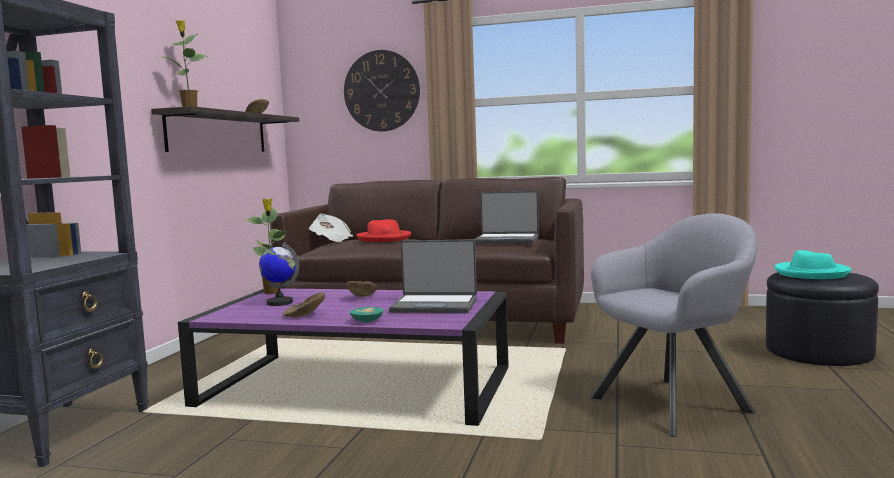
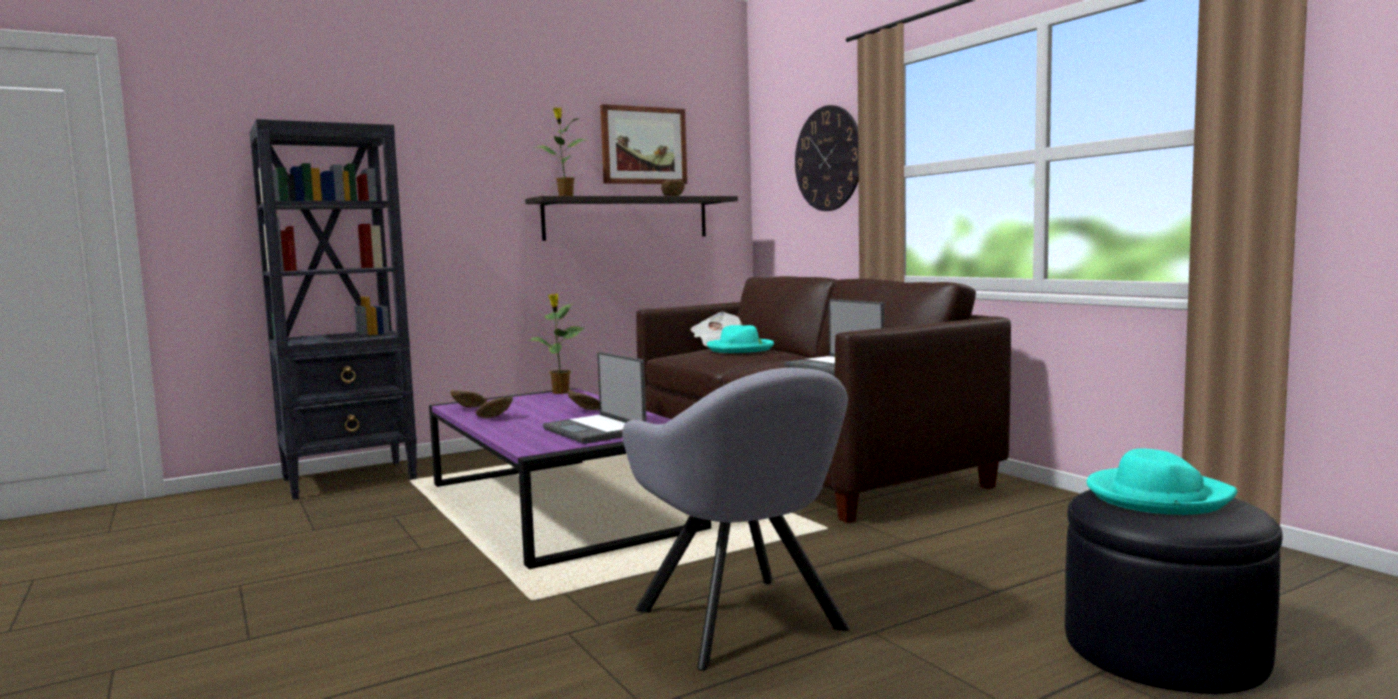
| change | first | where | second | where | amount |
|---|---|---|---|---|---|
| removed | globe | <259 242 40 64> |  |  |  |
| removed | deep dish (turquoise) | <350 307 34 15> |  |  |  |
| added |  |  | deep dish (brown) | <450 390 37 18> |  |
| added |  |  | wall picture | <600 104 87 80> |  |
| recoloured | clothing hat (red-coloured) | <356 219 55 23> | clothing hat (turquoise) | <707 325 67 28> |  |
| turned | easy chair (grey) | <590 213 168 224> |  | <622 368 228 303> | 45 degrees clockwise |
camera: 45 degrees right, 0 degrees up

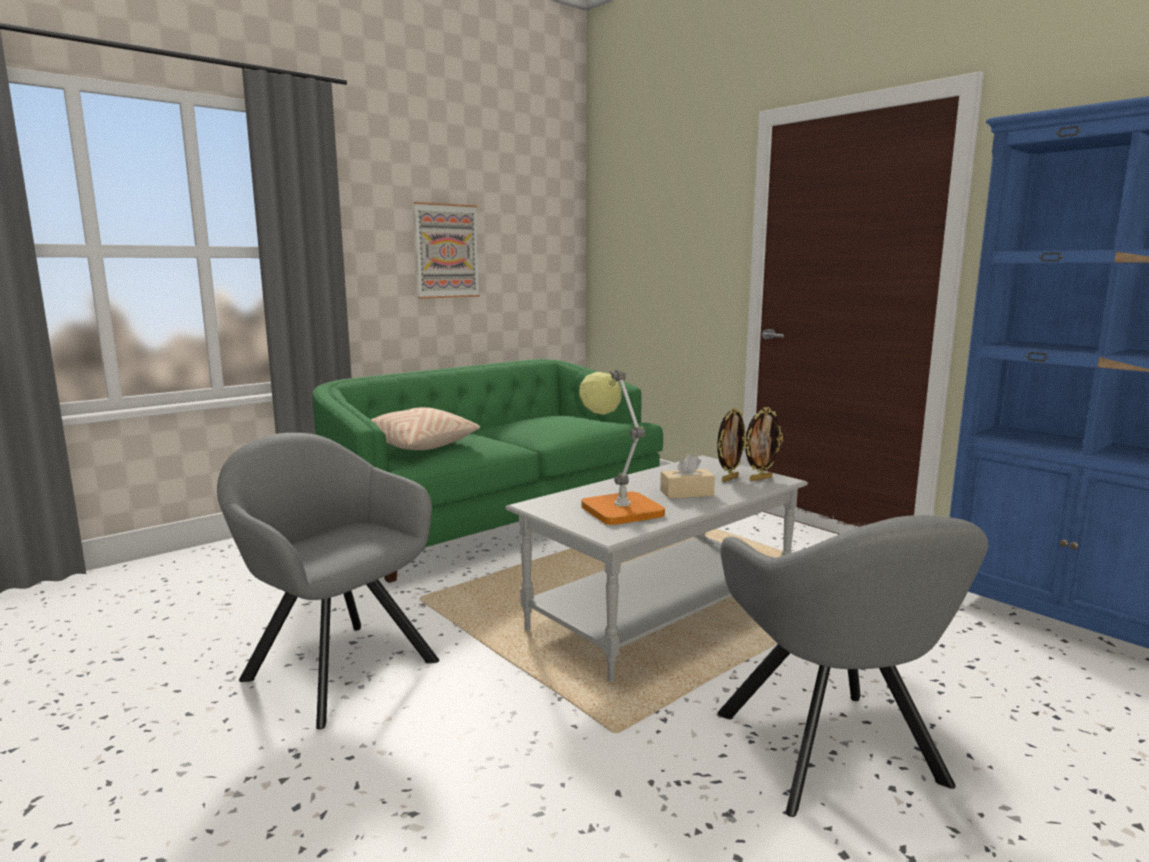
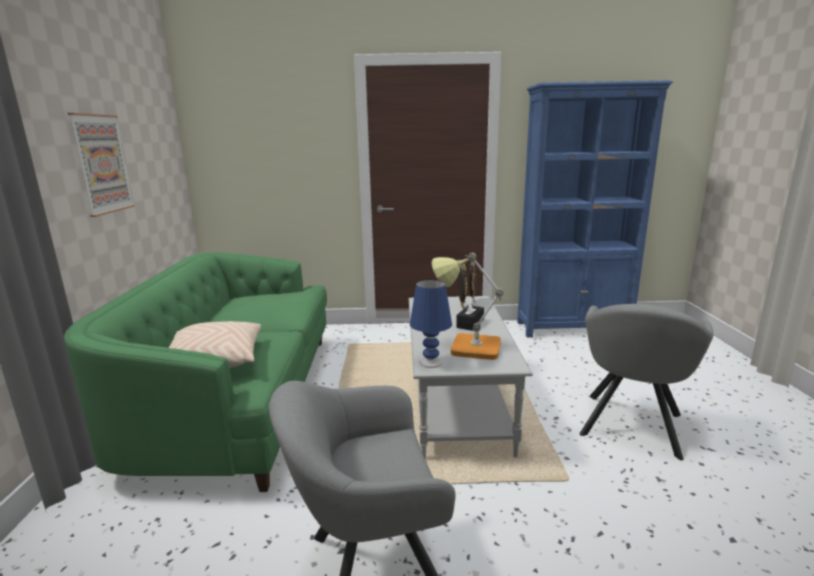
| change | first | where | second | where | amount |
|---|---|---|---|---|---|
| added |  |  | lamp for a table (blue-coloured) | <410 280 42 88> |  |
| recoloured | box of tissues (sand-coloured) | <660 454 55 45> | box of tissues (blackish) | <456 298 28 33> |  |
| turned | easy chair (grey) | <718 515 270 302> |  | <579 304 134 156> | 90 degrees clockwise |
camera: 50 degrees left, 5 degrees up

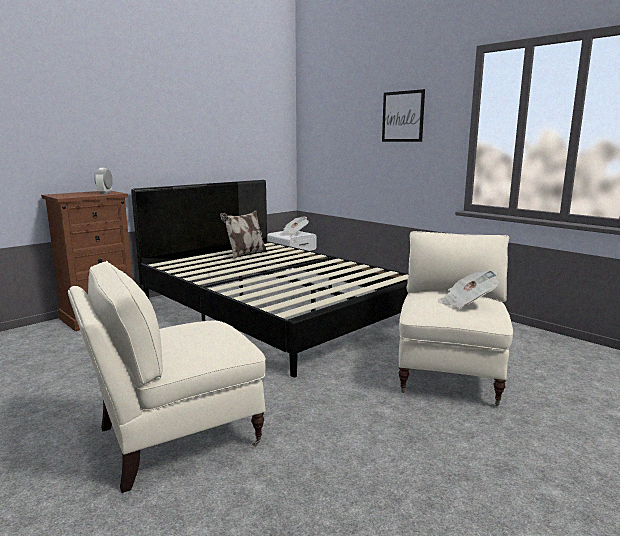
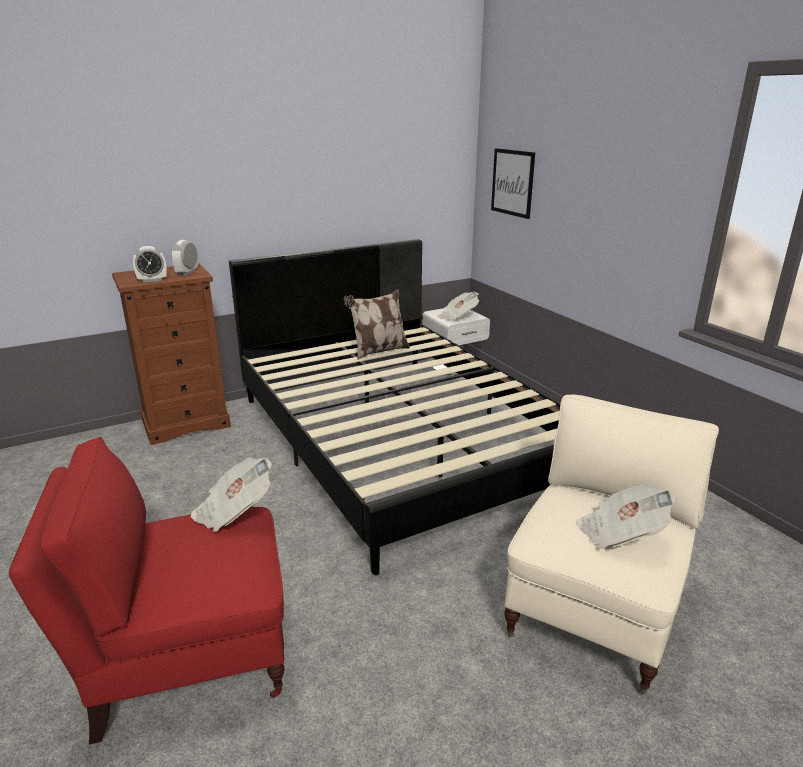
| change | first | where | second | where | amount |
|---|---|---|---|---|---|
| added |  |  | bedside clock | <133 246 34 36> |  |
| added |  |  | printed paper | <191 457 81 75> |  |
| moved | wall picture | <382 89 43 53> |  | <491 148 44 71> |  |
| recoloured | easy chair (sand-coloured) | <68 261 198 232> | easy chair (red-coloured) | <9 437 276 308> |  |
camera: 15 degrees right, 10 degrees up

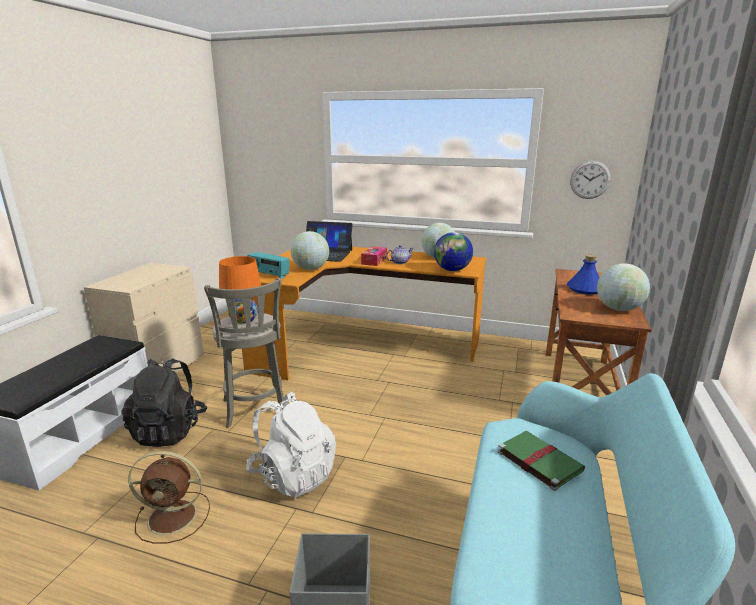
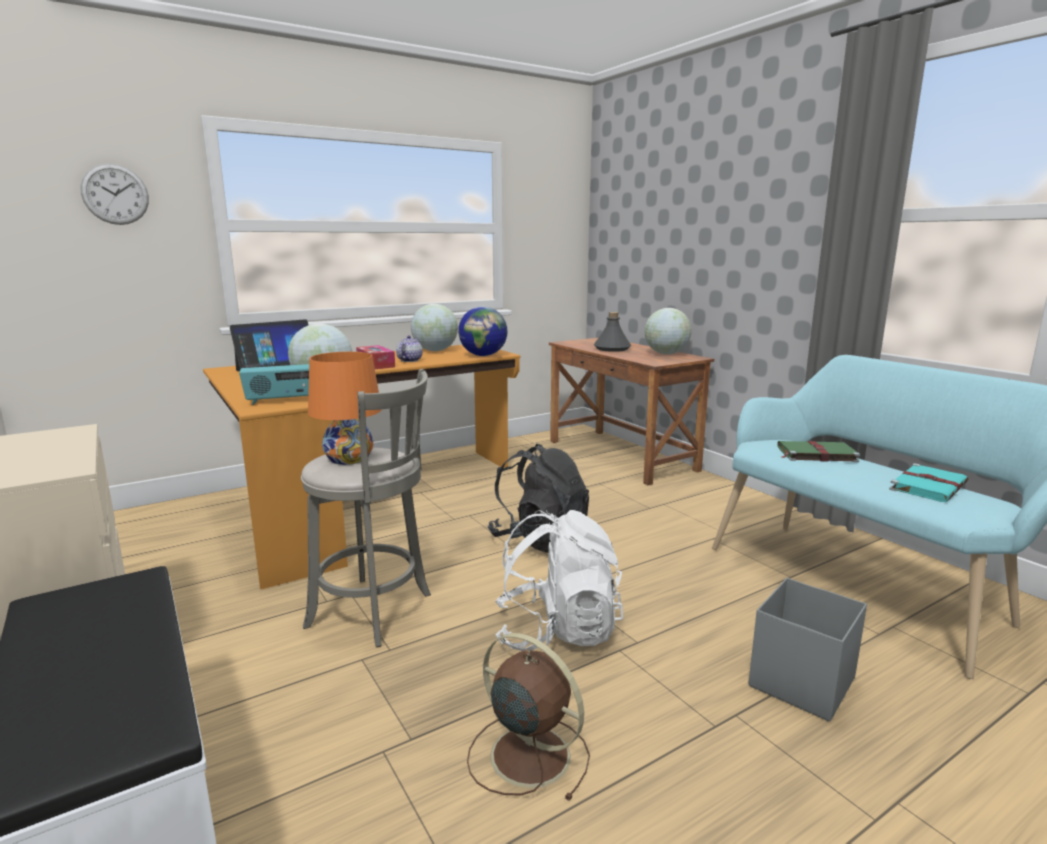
| change | first | where | second | where | amount |
|---|---|---|---|---|---|
| added |  |  | book (turquoise) | <889 463 79 39> |  |
| moved | knapsack (blackish) | <121 358 86 89> |  | <488 444 101 109> |  |
| moved | wall clock | <570 161 41 38> |  | <80 163 69 62> |  |
| recoloured | bottle (blue-coloured) | <567 255 32 40> | bottle (grey) | <594 312 37 40> |  |
| turned | electric fan (brown) | <128 451 82 93> |  | <467 633 123 168> | 90 degrees counterclockwise |
camera: 50 degrees left, 5 degrees down

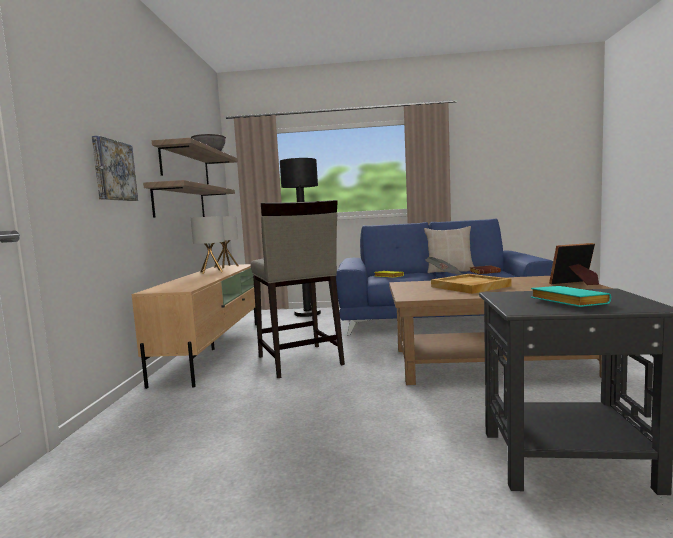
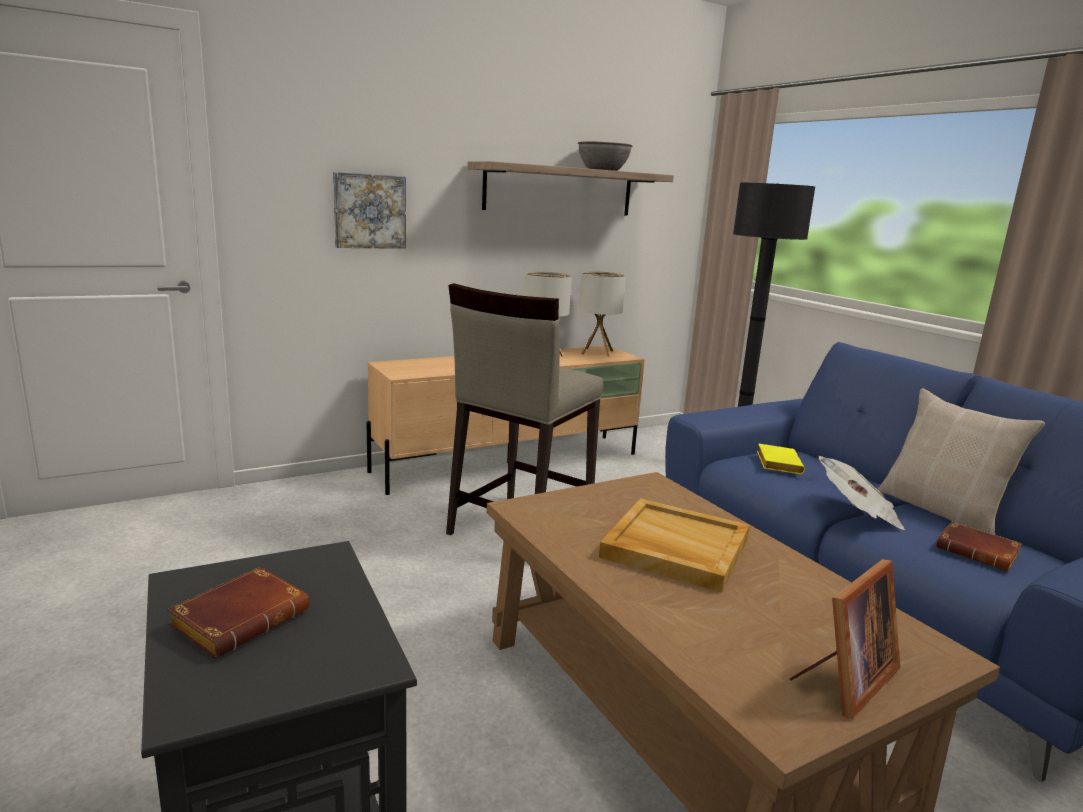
| change | first | where | second | where | amount |
|---|---|---|---|---|---|
| removed | bracket shelf | <143 180 92 38> |  |  |  |
| recoloured | book (turquoise) | <531 286 80 21> | book (brown) | <167 567 142 91> |  |
| turned | picture frame | <549 243 50 42> |  | <790 559 110 160> | 90 degrees clockwise |
camera: 55 degrees right, 10 degrees up

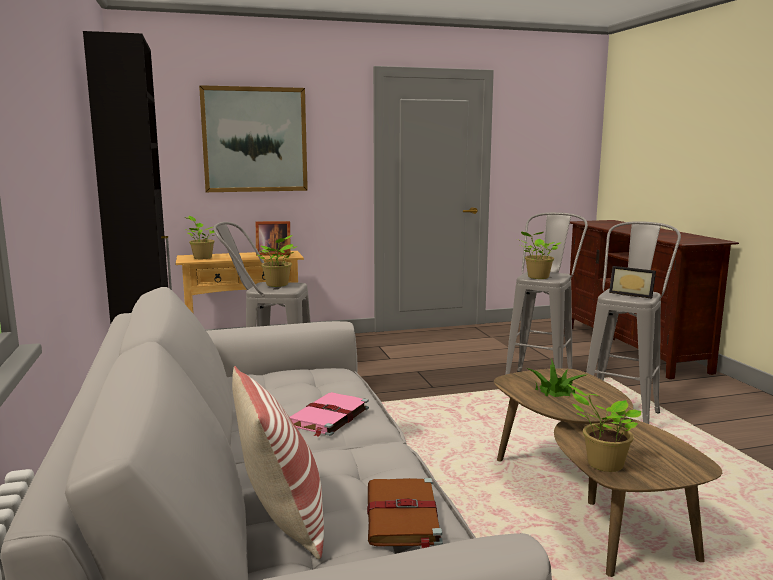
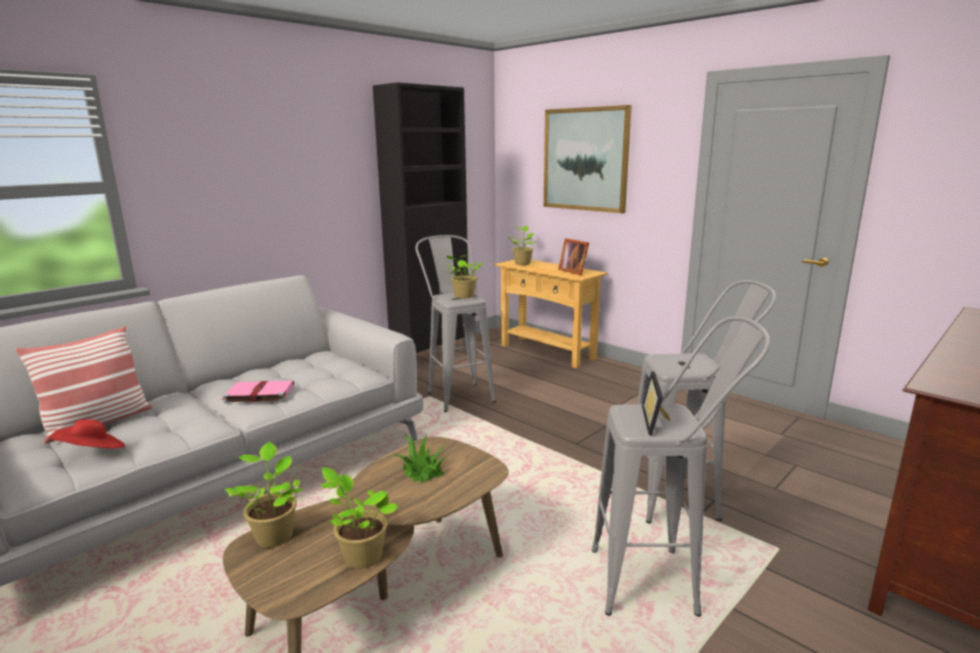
| change | first | where | second | where | amount |
|---|---|---|---|---|---|
| moved | houseplant | <517 231 44 48> |  | <321 467 78 102> |  |
| replaced | book (brown) | <367 478 76 70> | clothing hat (red-coloured) | <49 420 77 29> |  |
camera: 60 degrees right, 5 degrees up

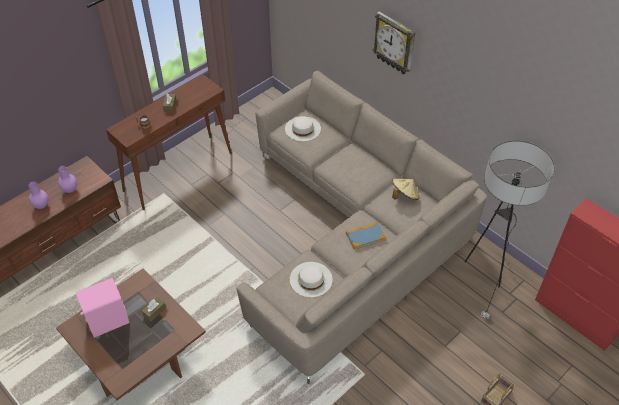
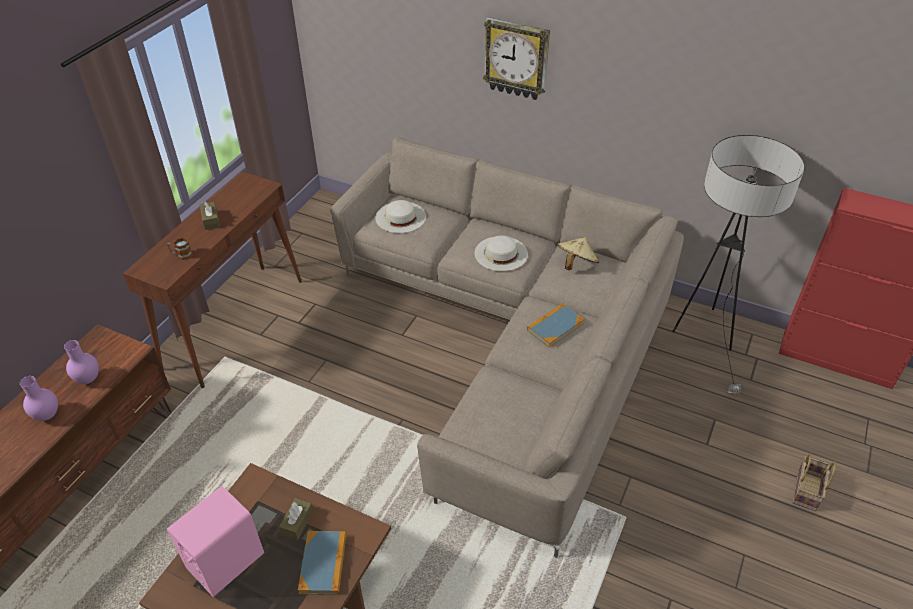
| change | first | where | second | where | amount |
|---|---|---|---|---|---|
| added |  |  | book | <298 531 49 64> |  |
| moved | clothing hat (white-coloured) | <290 262 43 35> |  | <475 235 53 36> |  |
camera: 20 degrees left, 5 degrees down

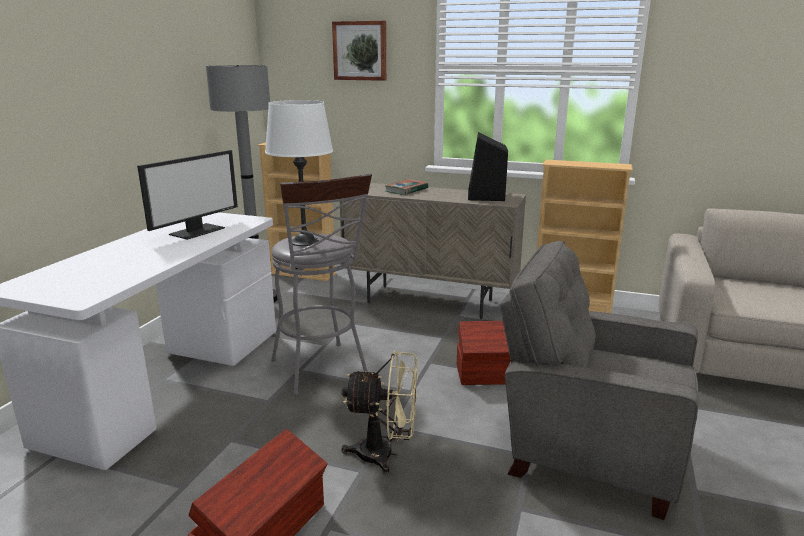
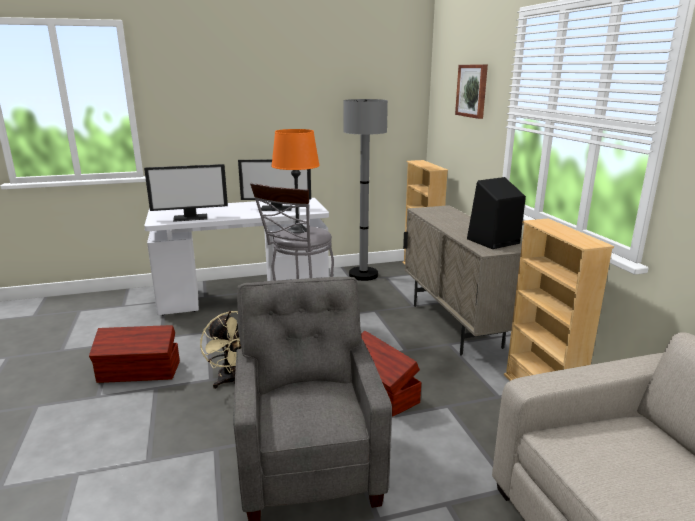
| change | first | where | second | where | amount |
|---|---|---|---|---|---|
| removed | book | <385 179 43 16> |  |  |  |
| added |  |  | monitor | <144 164 84 58> |  |
| recoloured | lamp for a table (white-coloured) | <265 100 68 146> | lamp for a table (orange) | <271 129 49 104> |  |
camera: 55 degrees right, 0 degrees up

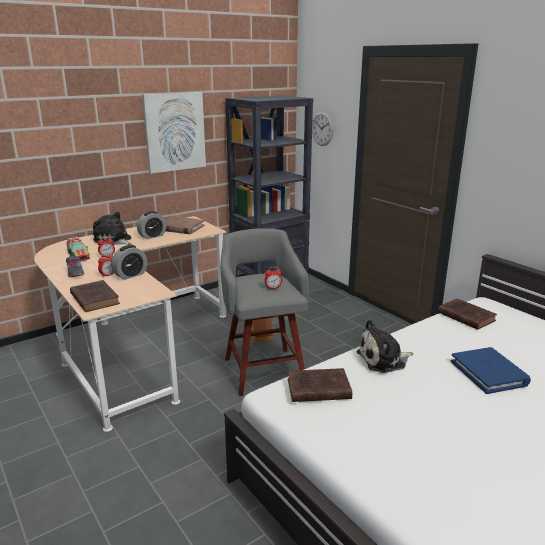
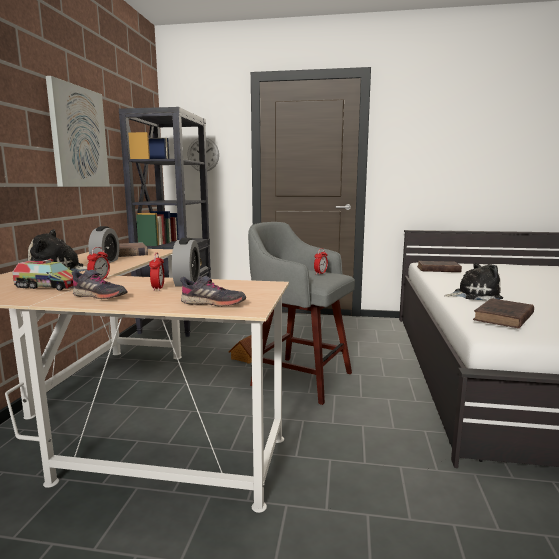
| change | first | where | second | where | amount |
|---|---|---|---|---|---|
| removed | book (blue-coloured) | <451 347 80 47> |  |  |  |
| replaced | book (brown) | <70 280 50 32> | shoe (grey) | <180 276 66 30> |  |
| turned | soft toy | <357 319 56 54> |  | <445 263 58 38> | 120 degrees counterclockwise |
camera: 45 degrees left, 10 degrees down

